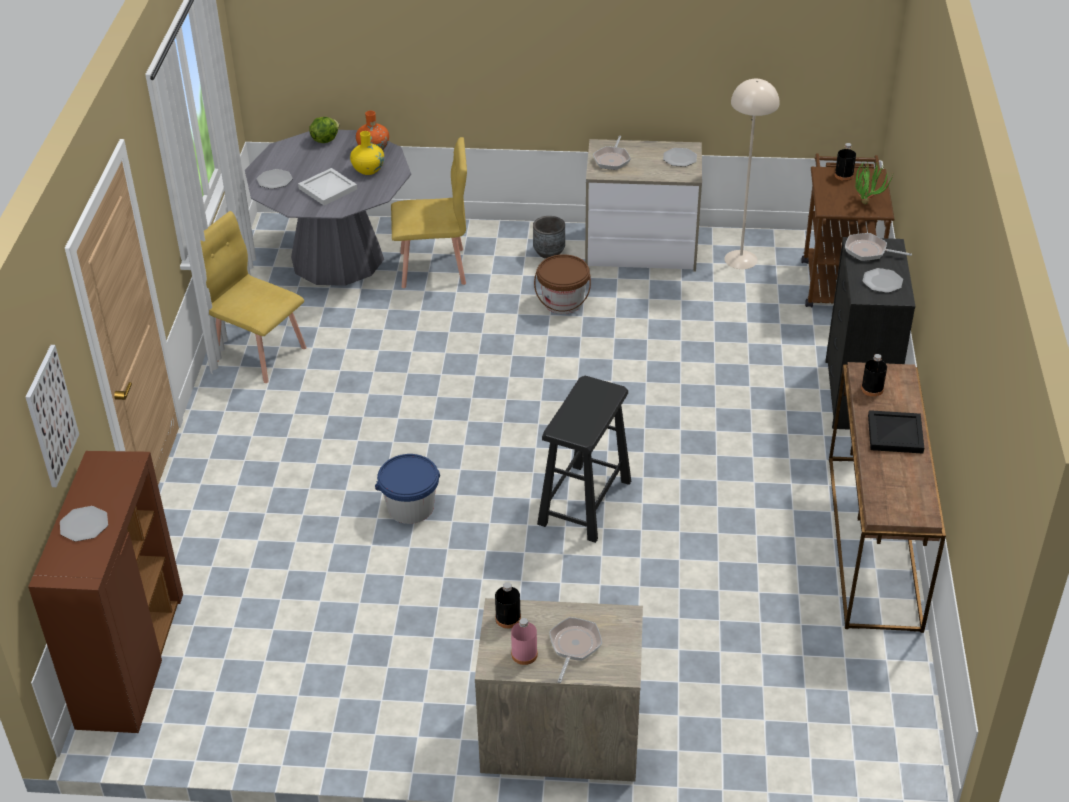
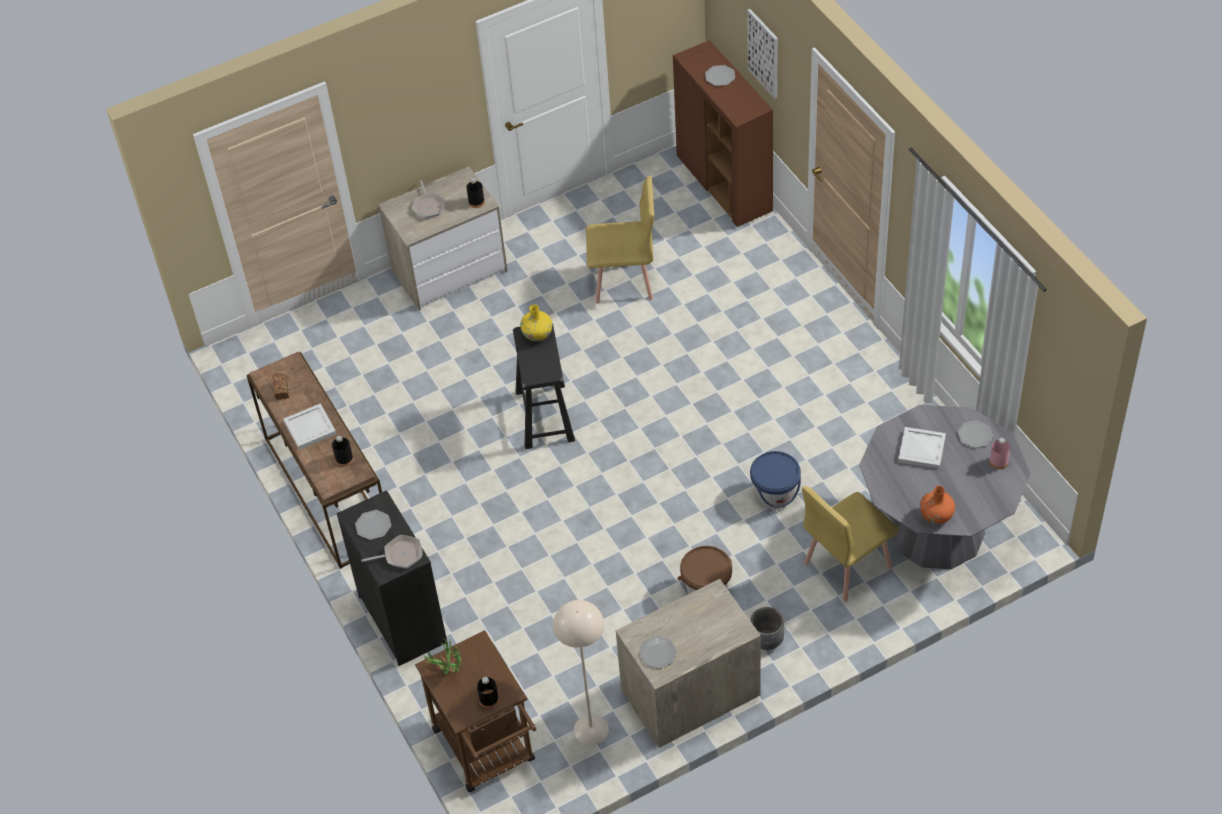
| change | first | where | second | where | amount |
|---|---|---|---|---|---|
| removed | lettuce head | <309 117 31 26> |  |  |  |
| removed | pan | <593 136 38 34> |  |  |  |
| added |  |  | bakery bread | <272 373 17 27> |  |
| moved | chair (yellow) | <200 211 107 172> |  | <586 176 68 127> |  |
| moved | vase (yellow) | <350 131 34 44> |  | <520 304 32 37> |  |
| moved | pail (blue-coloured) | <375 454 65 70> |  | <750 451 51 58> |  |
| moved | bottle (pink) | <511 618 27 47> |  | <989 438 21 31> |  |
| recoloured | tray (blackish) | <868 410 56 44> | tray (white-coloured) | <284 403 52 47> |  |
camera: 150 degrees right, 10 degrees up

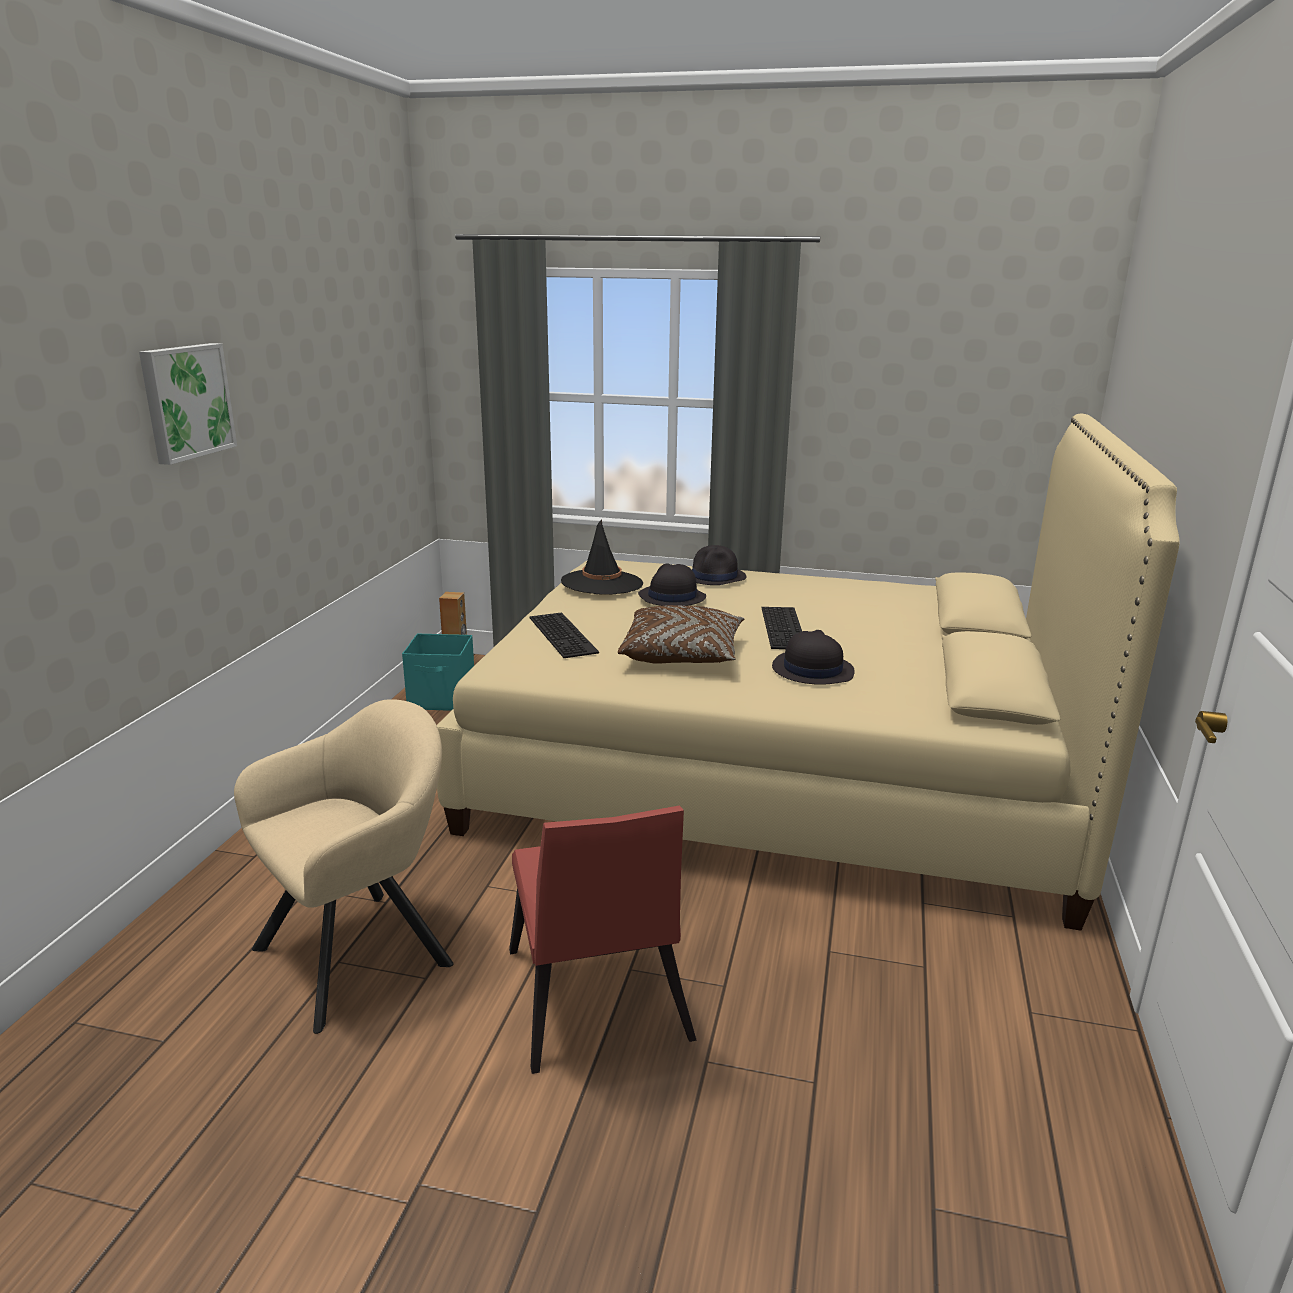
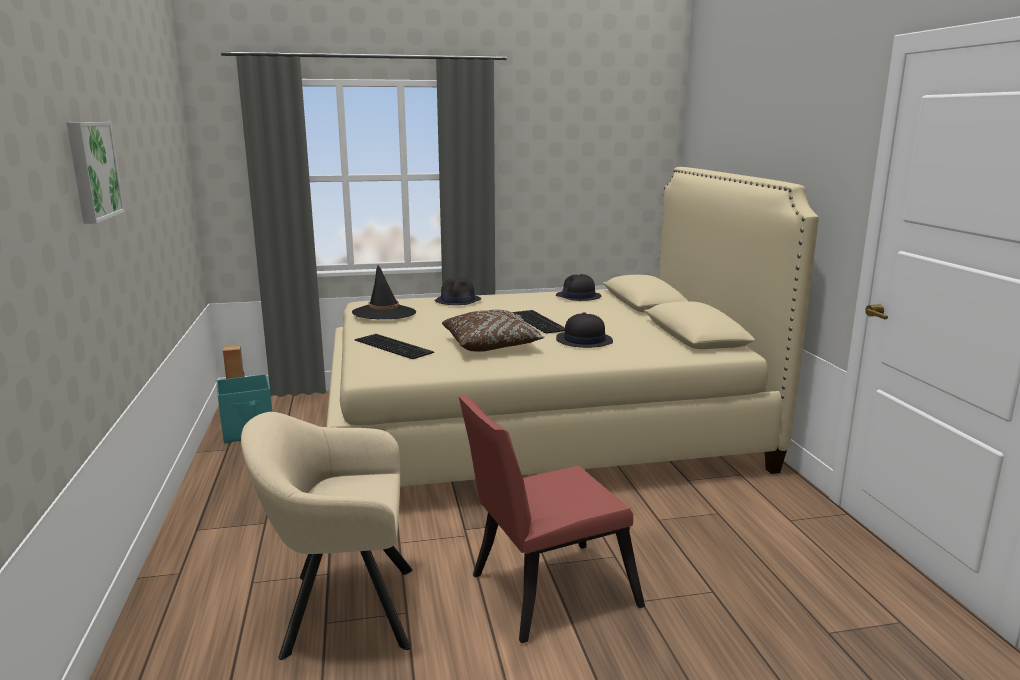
| change | first | where | second | where | amount |
|---|---|---|---|---|---|
| moved | clothing hat (blackish) | <638 563 68 43> |  | <556 274 45 27> |  |
| turned | easy chair (sand-coloured) | <234 699 219 335> |  | <241 412 171 248> | 120 degrees counterclockwise |
| turned | chair (red-coloured) | <509 806 187 268> |  | <459 396 186 247> | 105 degrees clockwise |
camera: 25 degrees left, 5 degrees down

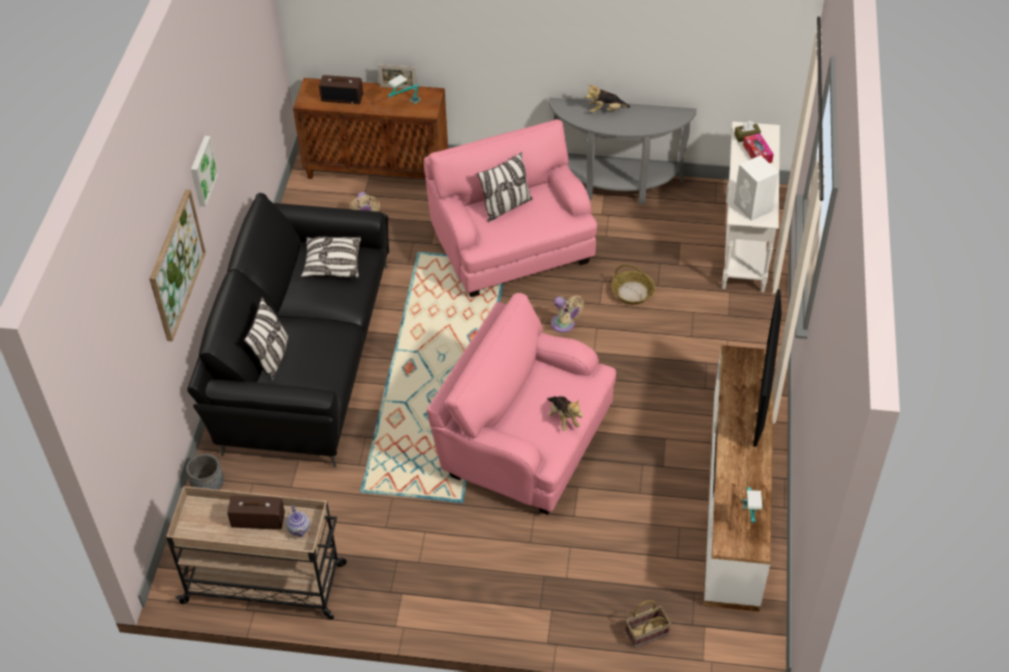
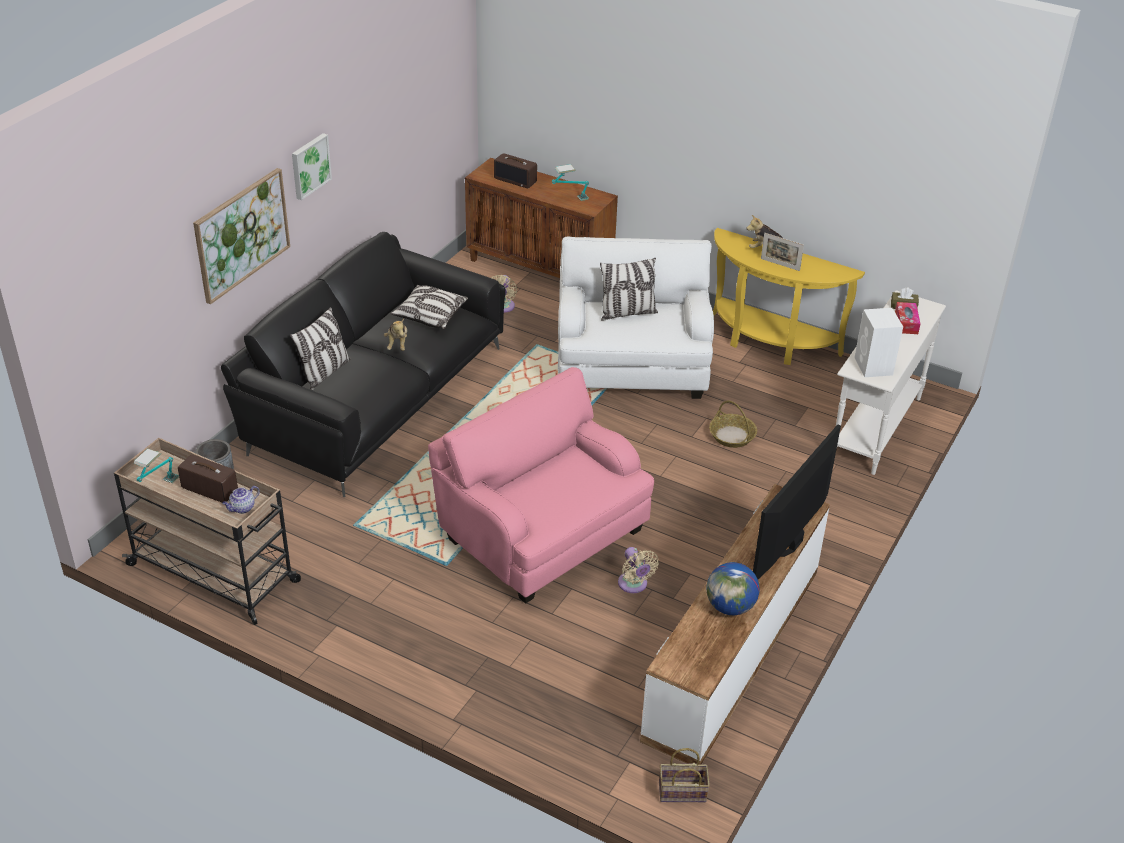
| change | first | where | second | where | amount |
|---|---|---|---|---|---|
| added |  |  | globe | <706 562 54 53> |  |
| moved | picture frame | <378 65 39 25> |  | <761 233 43 38> |  |
| moved | soft toy | <547 396 36 35> |  | <384 319 23 32> |  |
| moved | electric fan (sand-coloured) | <551 295 33 38> |  | <618 547 41 46> |  |
| moved | household basket | <625 600 46 48> |  | <659 748 51 54> |  |
| moved | lamp for a table | <742 487 20 36> |  | <134 448 45 35> |  |
| recoloured | easy chair (pink) | <424 119 173 178> | easy chair (white-coloured) | <558 237 156 162> |  |
| recoloured | console table (grey) | <549 98 148 107> | console table (yellow) | <713 228 152 137> |  |
| turned | pot for tea | <286 505 24 32> |  | <222 486 38 28> | 45 degrees clockwise |
camera: 20 degrees right, 10 degrees down

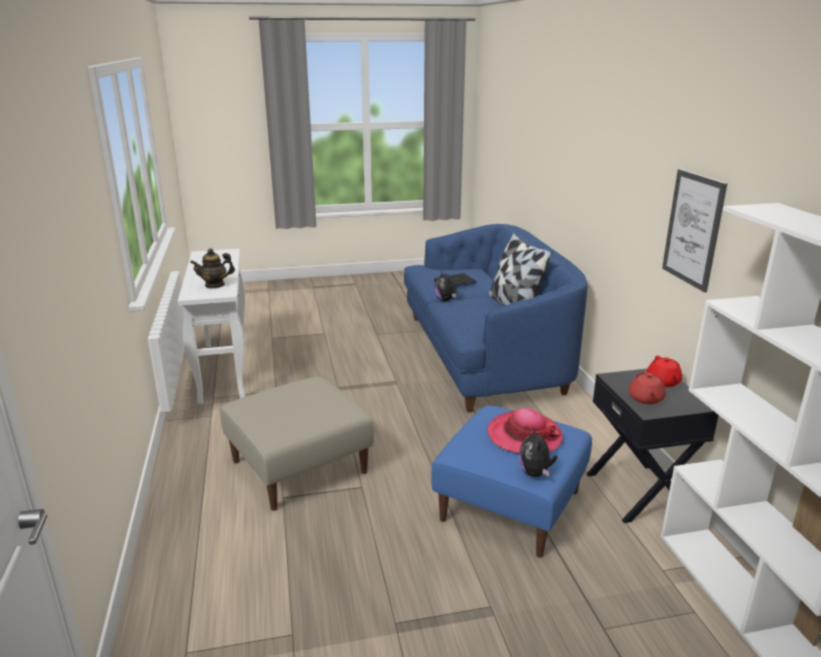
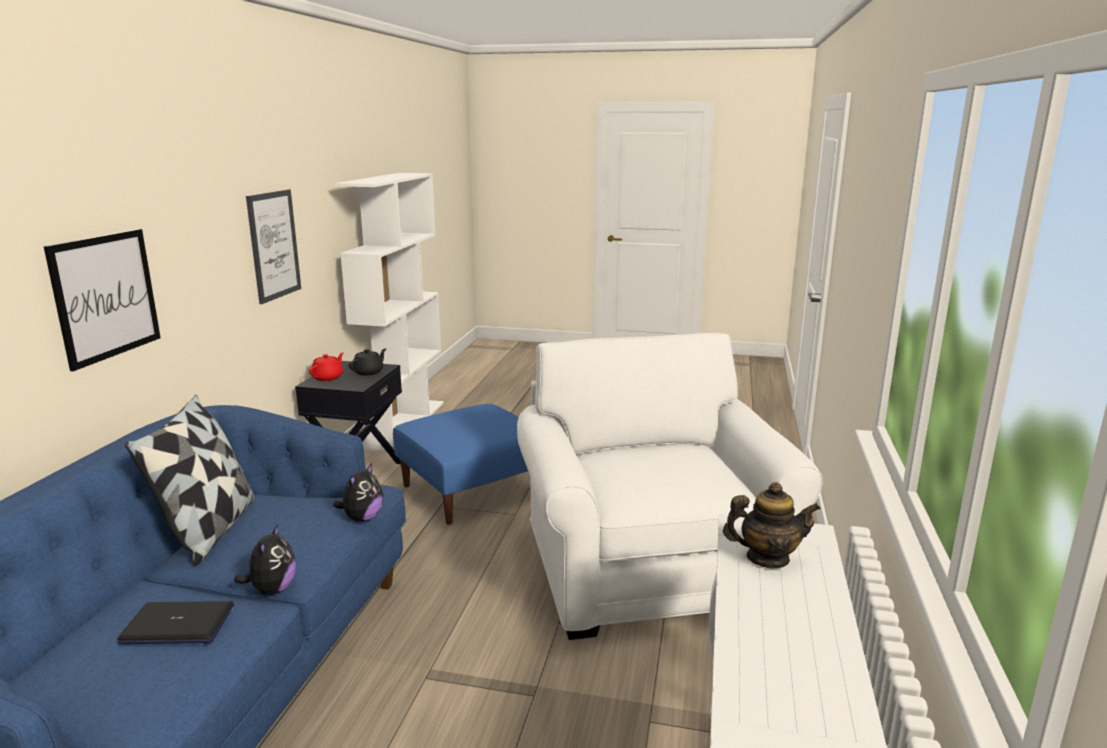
| change | first | where | second | where | amount |
|---|---|---|---|---|---|
| removed | clothing hat | <487 408 76 46> |  |  |  |
| added |  |  | wall picture | <44 229 117 142> |  |
| moved | soft toy | <519 427 38 50> |  | <333 463 50 59> |  |
| replaced | pouffe (sand-coloured) | <220 377 154 134> | easy chair (white-coloured) | <517 333 306 307> |  |
| recoloured | pot for tea (red-coloured) | <629 371 37 33> | pot for tea (blackish) | <349 348 38 28> |  |
camera: 155 degrees left, 5 degrees down

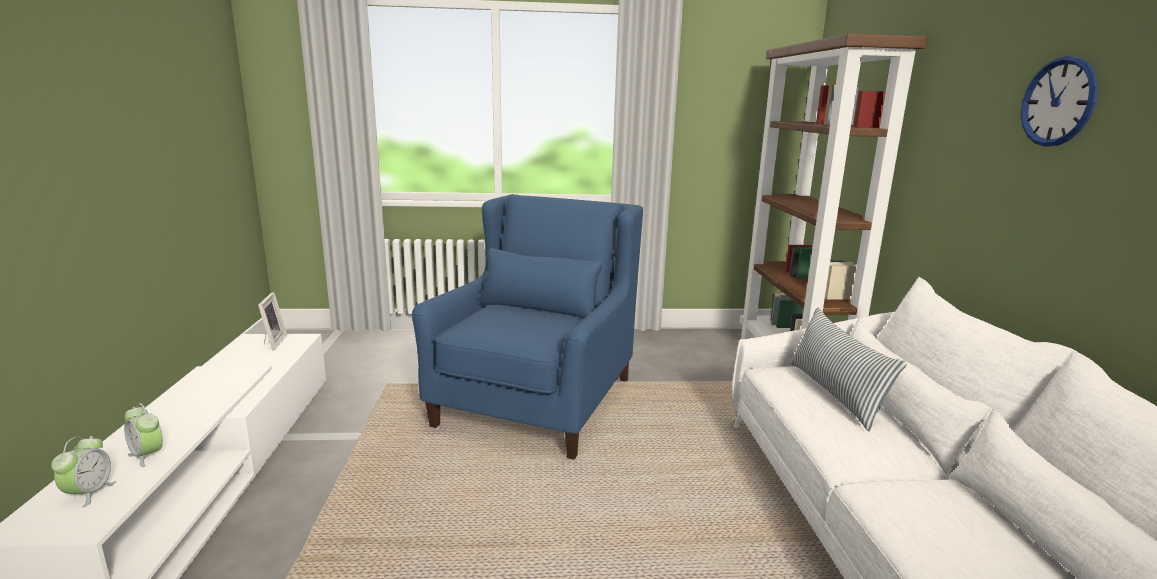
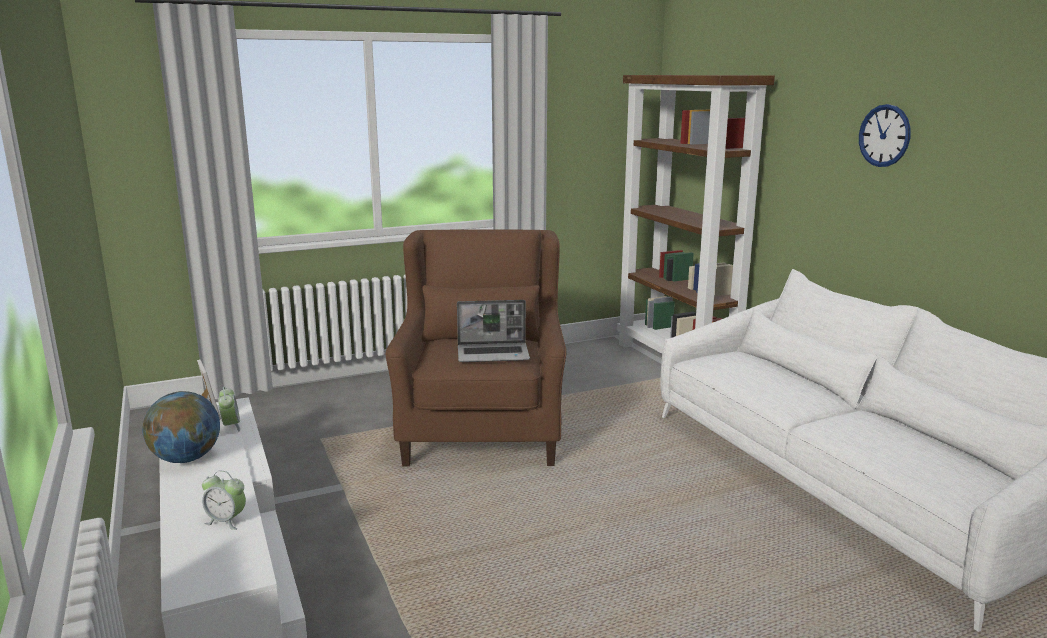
| change | first | where | second | where | amount |
|---|---|---|---|---|---|
| removed | pillow | <790 307 117 124> |  |  |  |
| added |  |  | globe | <142 391 78 72> |  |
| added |  |  | notebook computer | <457 300 73 62> |  |
| moved | bedside clock | <51 436 65 72> |  | <218 387 22 44> |  |
| recoloured | easy chair (blue-coloured) | <412 194 231 266> | easy chair (brown) | <386 229 180 237> |  |
camera: 20 degrees left, 0 degrees up

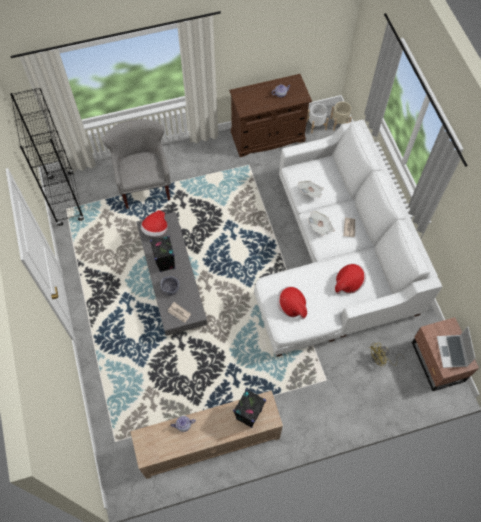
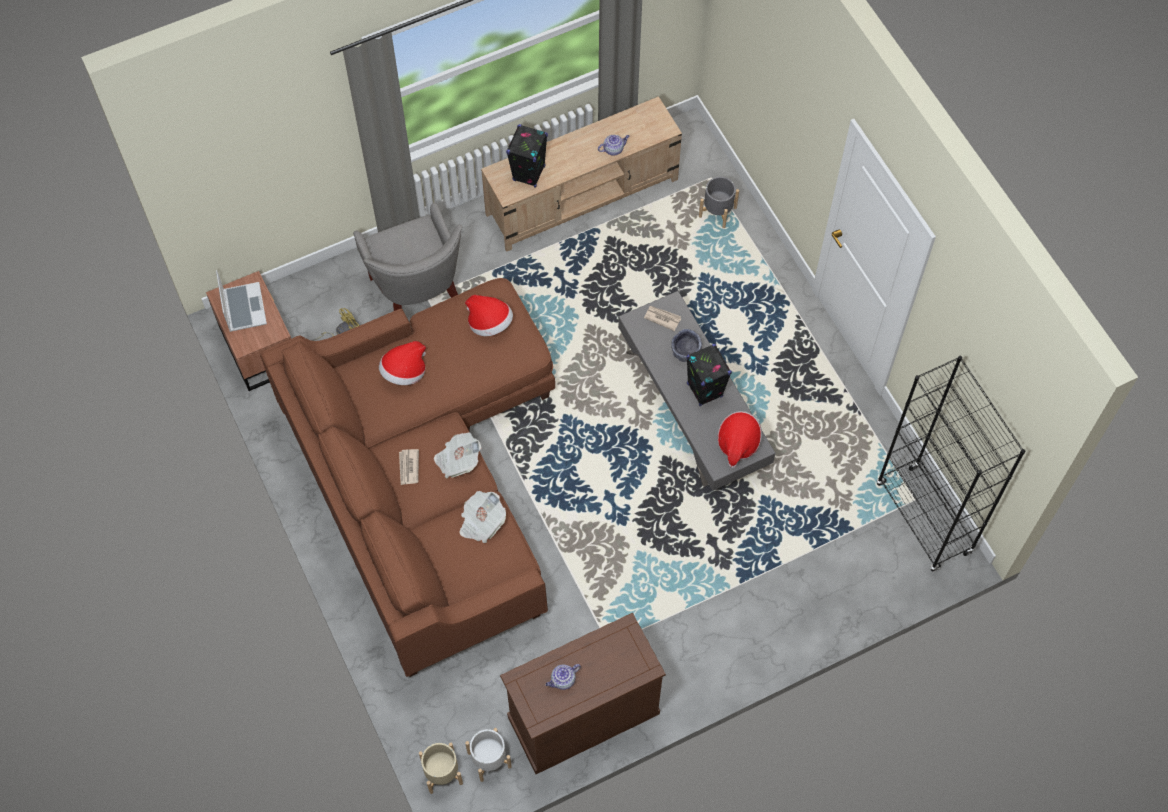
| change | first | where | second | where | amount |
|---|---|---|---|---|---|
| added |  |  | flower pot (grey) | <699 177 40 51> |  |
| moved | easy chair (grey) | <102 119 69 90> |  | <353 203 109 108> |  |
| recoloured | couch (white-coloured) | <254 120 189 237> | couch (brown) | <260 278 295 399> |  |
camera: 170 degrees right, 0 degrees up

